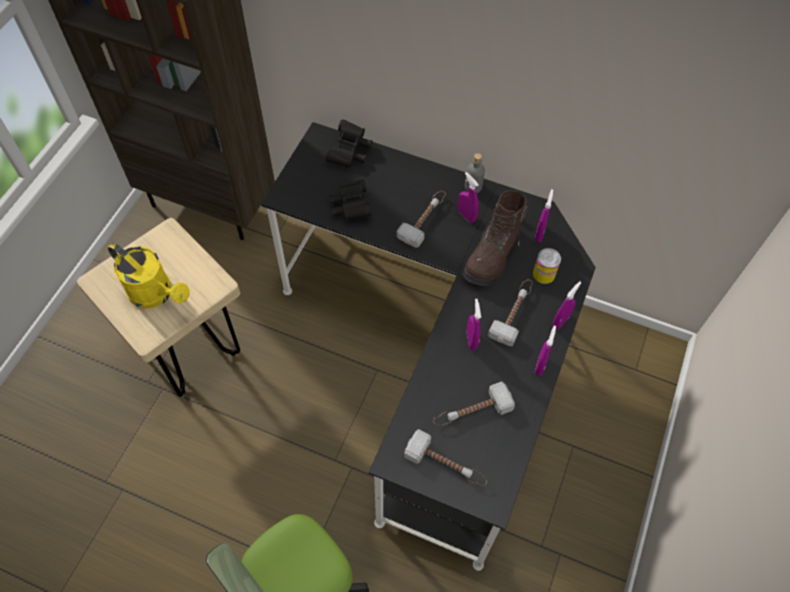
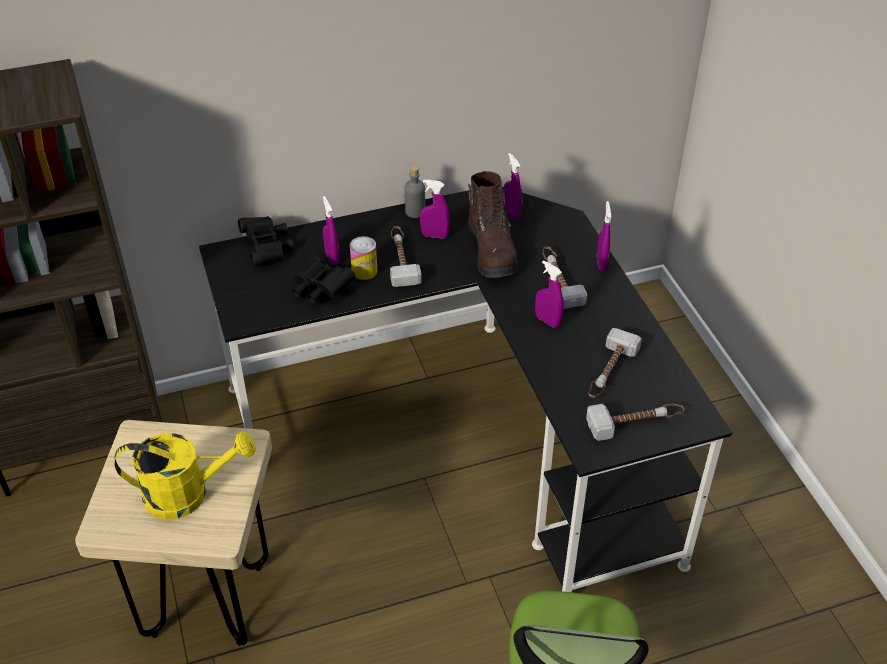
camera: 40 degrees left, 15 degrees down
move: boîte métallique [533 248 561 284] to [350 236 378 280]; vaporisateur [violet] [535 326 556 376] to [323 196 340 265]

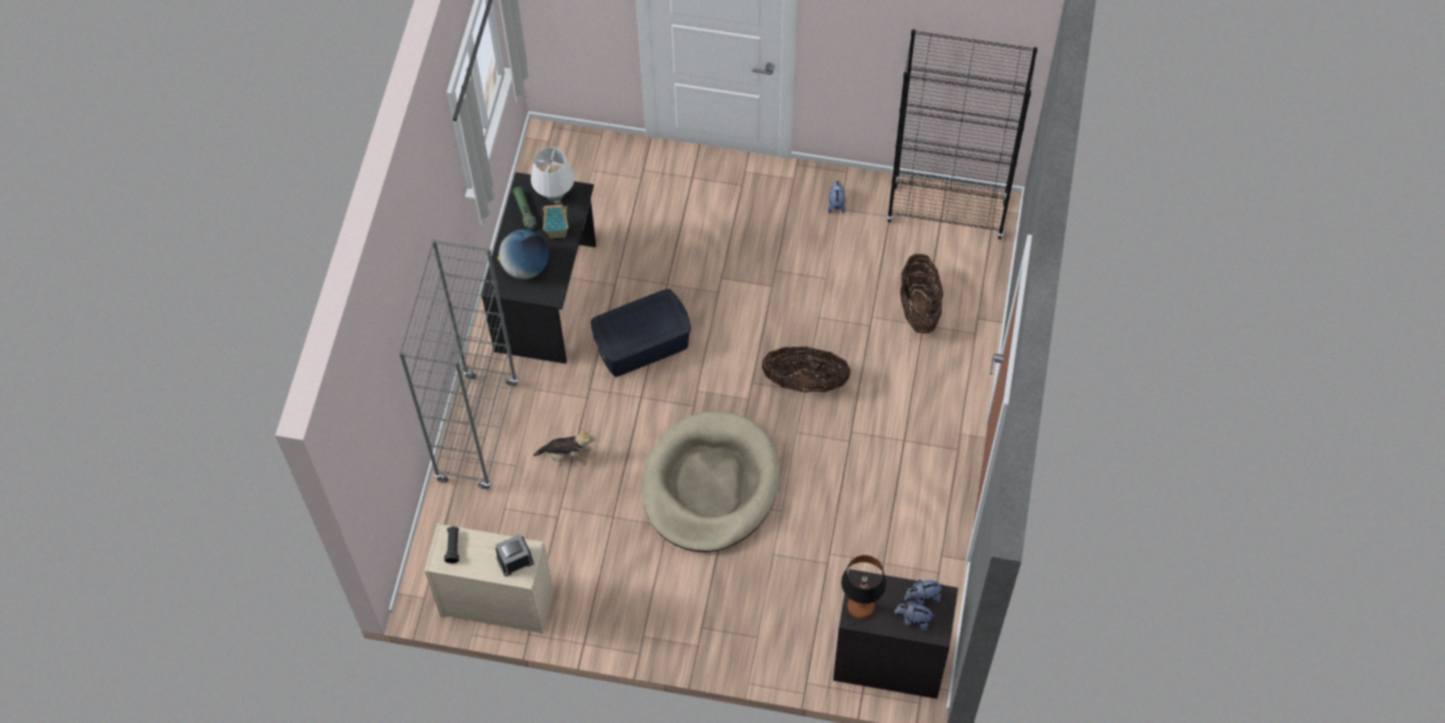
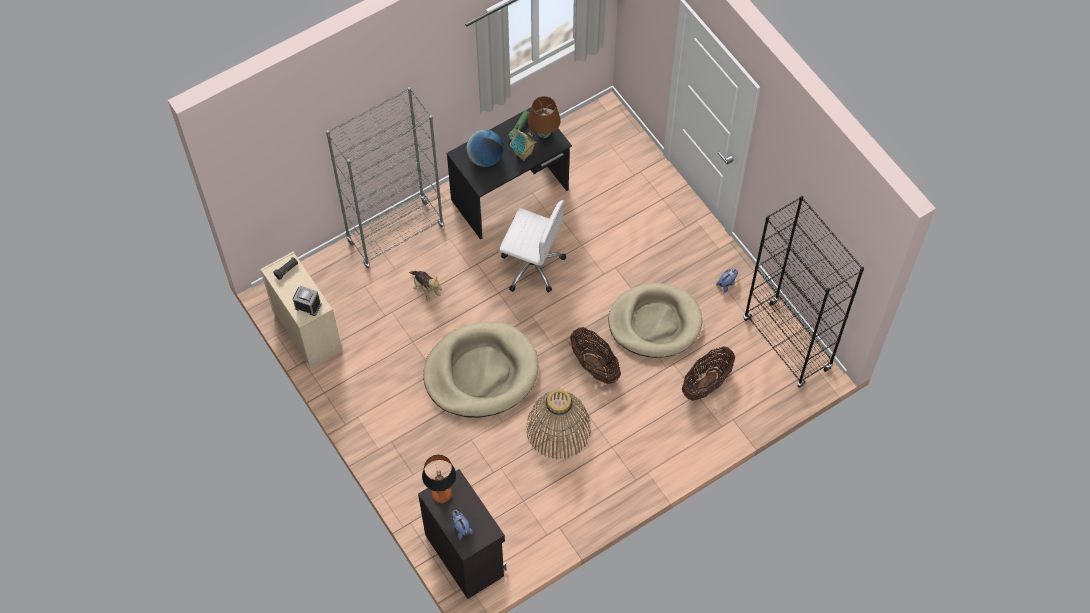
camera: 45 degrees right, 0 degrees up
delete: peluche [904 580 944 605]
insert: panier [526 389 591 459]; panier pour chien [beige] [609 283 703 358]
replace: boîte de rangement [bleu] [591 289 691 377] to chaise de bureau [blanc] [499 200 566 293]
recolor: lampe de table [blanc] [531 147 575 202] to lampe de table [marron] [528 96 561 138]

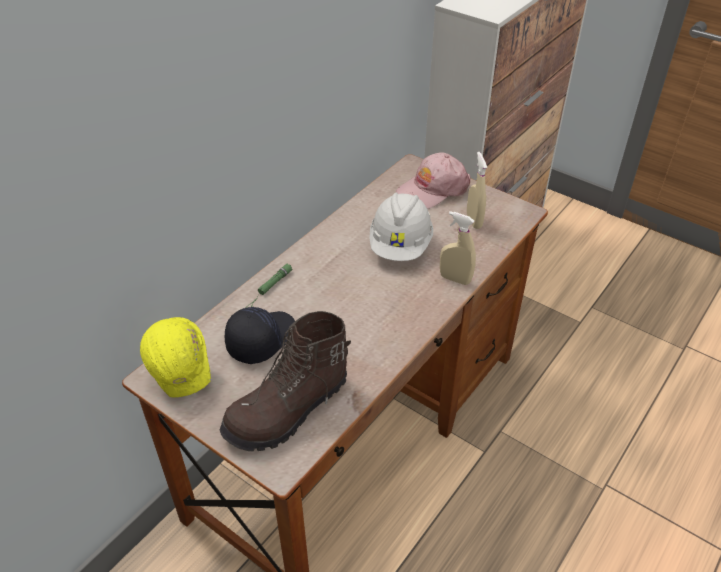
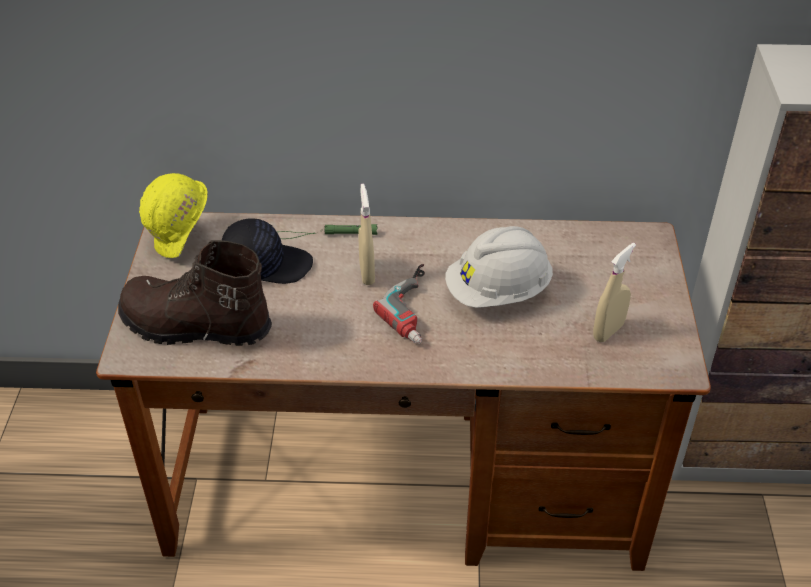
camera: 55 degrees right, 0 degrees up
delete: casquette [rose] [396 152 470 209]
insert: perceuse [373 264 425 344]
move: vaporisateur [beige] [440 211 476 285] to [358 184 375 285]

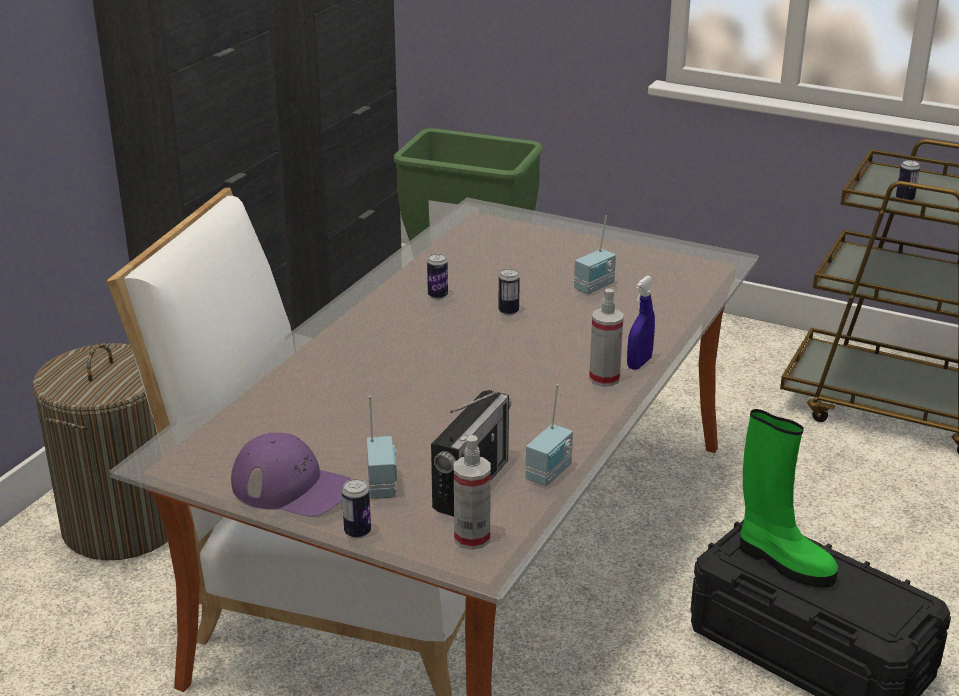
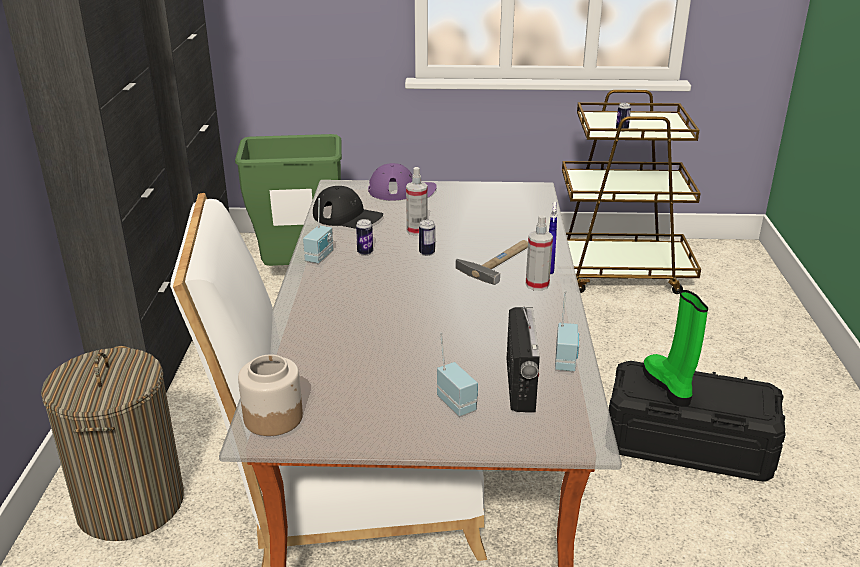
camera: 25 degrees left, 0 degrees up
delete: boîte métallique [342 479 371 538]
insert: bocal [238 354 303 436]; casquette [noir] [313 186 383 229]; marteau [456 240 528 285]
move: casquette [violet] [231 432 351 517] to [368 163 437 201]; vaporisateur [454 435 491 550] to [406 167 428 235]; radio [574 216 616 294] to [303 198 333 263]
rotate: botte [vert] [740 409 838 588] = [643 290 708 407] 120 degrees counterclockwise

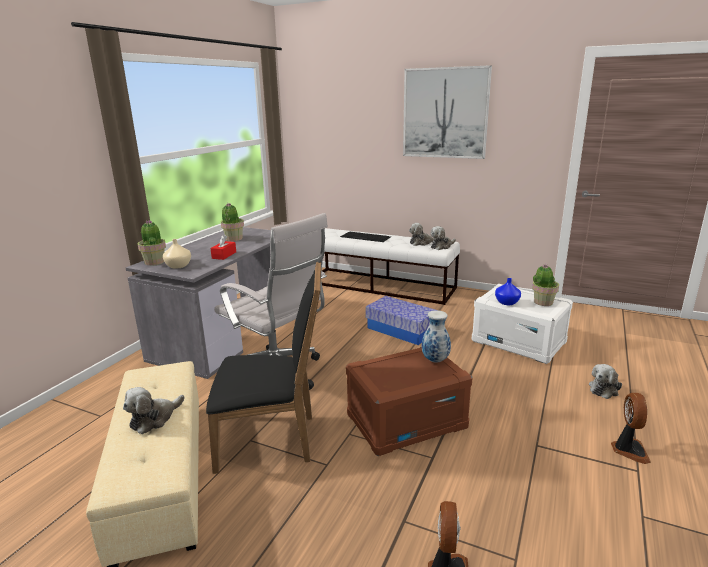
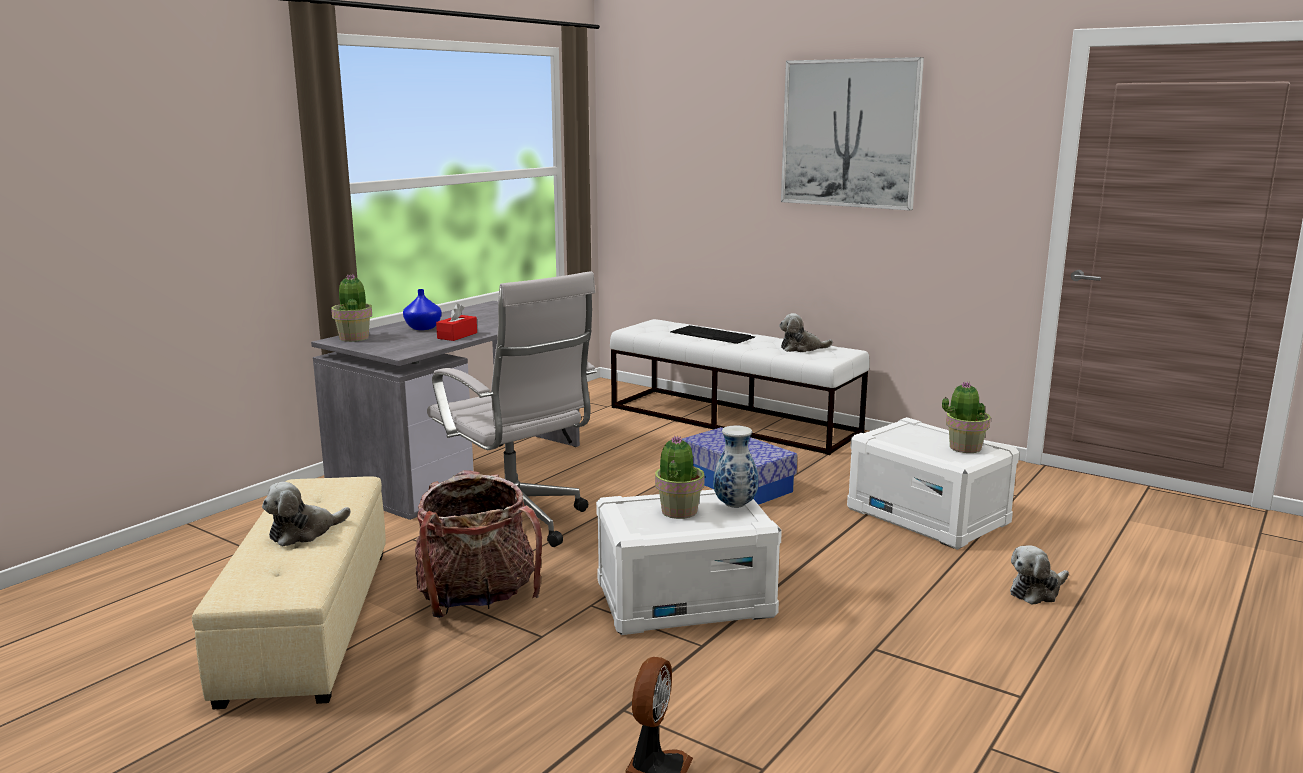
camera: 10 degrees right, 5 degrees down
delete: vase [beige] [163 239 191 269]; peluche [430 226 456 250]; ventilateur [611 393 651 464]
move: plante en pot [221 203 244 241] to [655 435 705 519]; vase [bleu] [495 278 521 305] to [403 289 442 330]
replace: chaise [noir] [206 262 321 474] to sac à dos [415 470 542 618]
recolor: boîte de rangement [marron] [346 346 473 456] to boîte de rangement [blanc] [596 489 782 635]

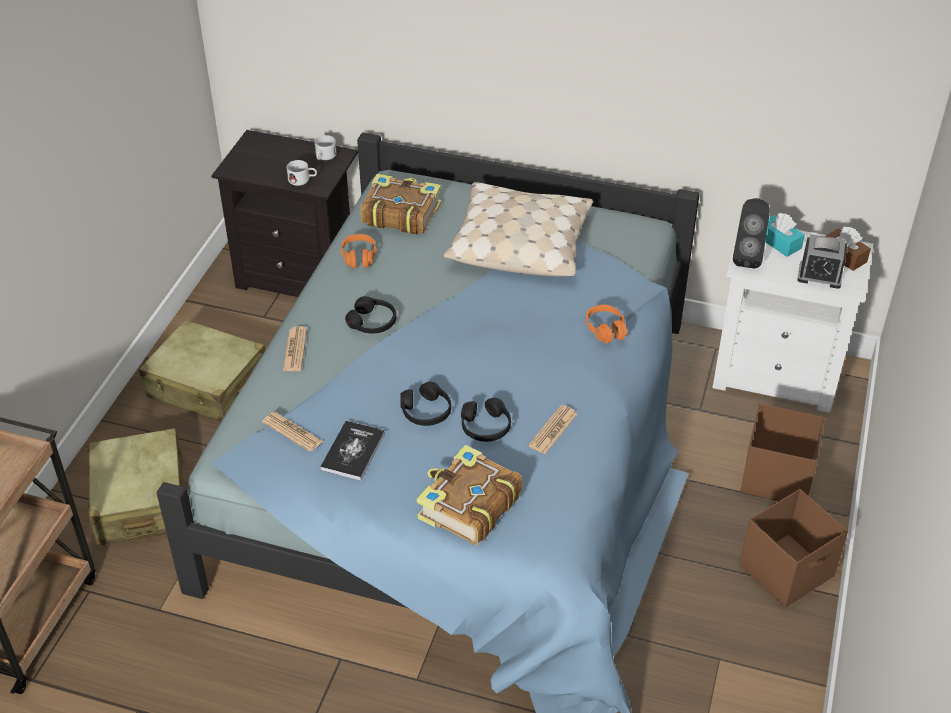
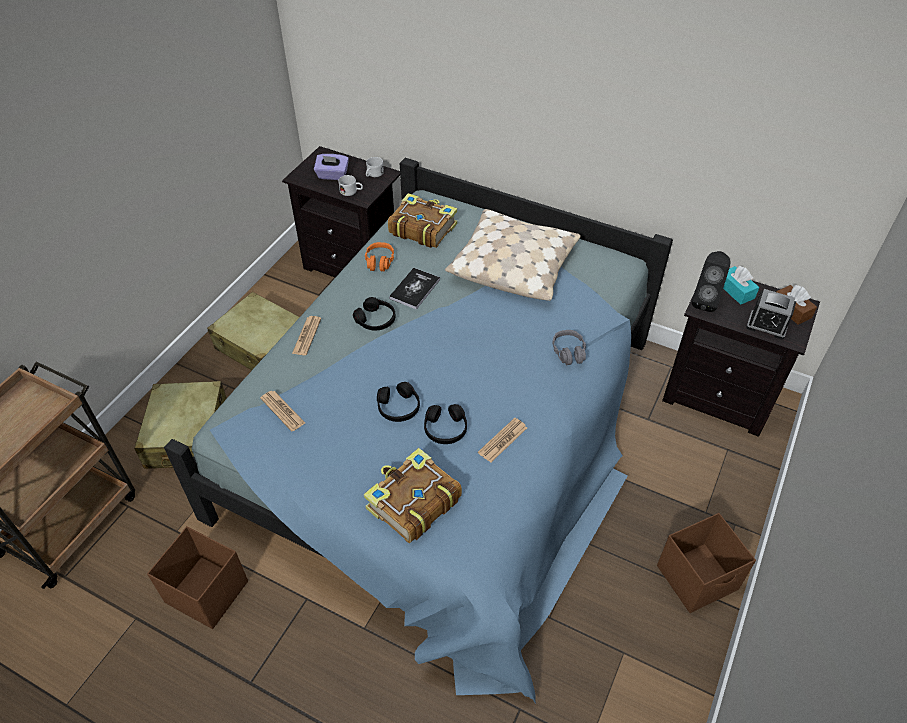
camera: 10 degrees right, 5 degrees up
insert: boîte à mouchoirs [violet] [314 154 349 180]
move: livre [320 421 385 480] to [389 268 440 310]; boîte de rangement [marron] [740 403 825 501] to [147 526 248 629]
recolor: casque audio [orange] [586 304 627 344] to casque audio [gris] [552 330 586 365]; table de chevet [blanc] [712 230 873 413] to table de chevet [noir] [662 281 820 437]

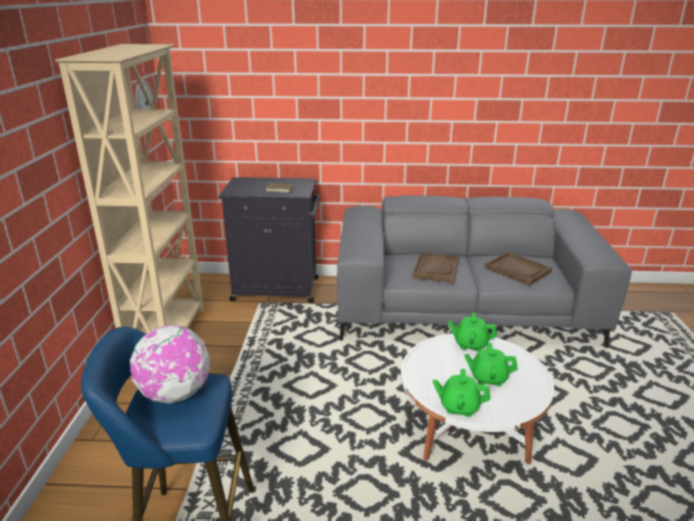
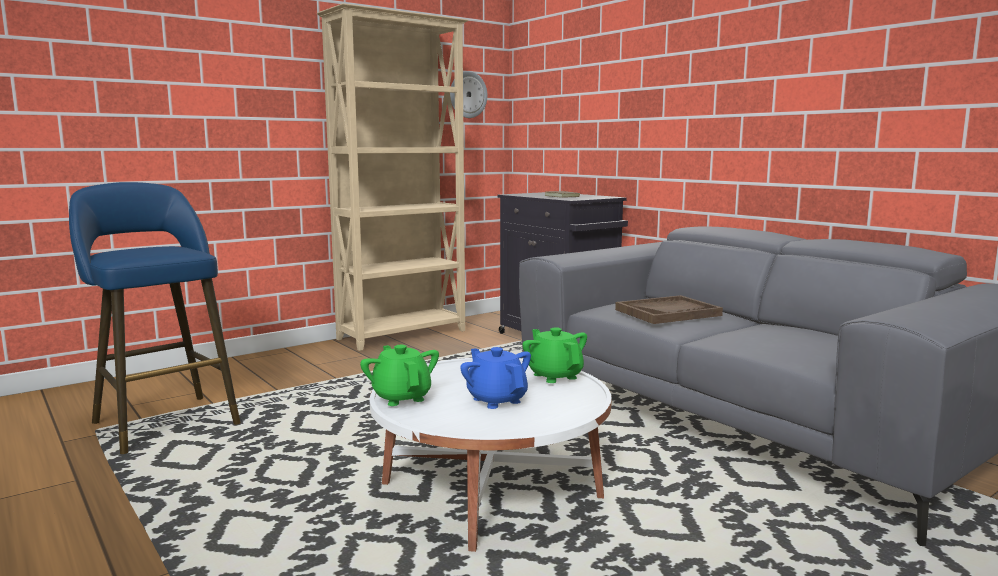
camera: 50 degrees right, 15 degrees down
delete: globe [130 325 210 404]; plateau [marron] [484 252 552 286]
recolor: théière [vert] [464 343 518 386] to théière [bleu] [460 347 531 409]

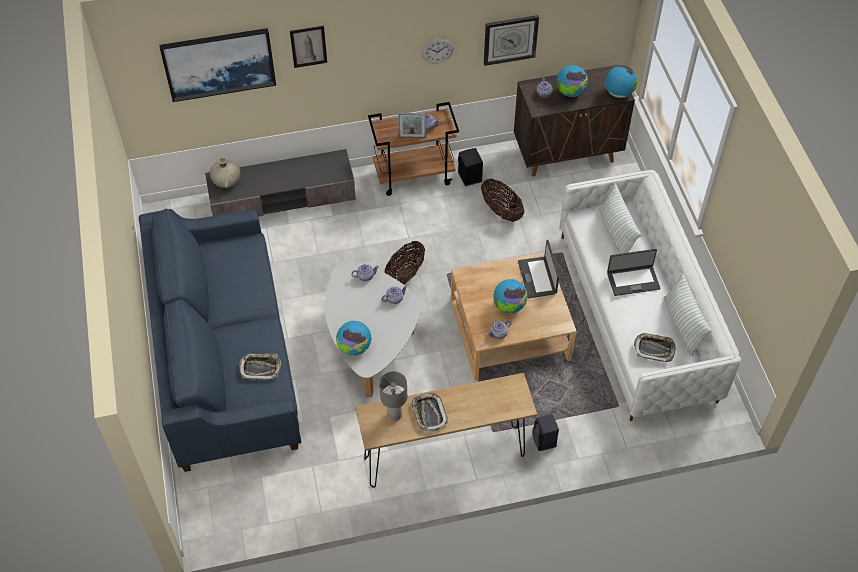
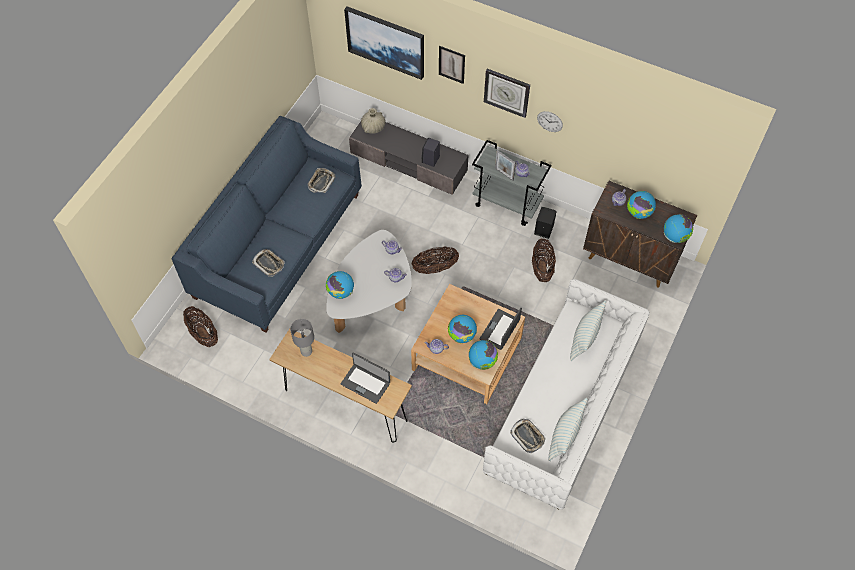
camera: 40 degrees right, 5 degrees up
insert: panier [183 306 218 347]; globe [469 340 498 370]
move: plateau [410 393 448 432] to [307 168 336 193]; horloge murale [484 15 539 66] to [484 69 530 118]; enceinte [noir] [532 414 559 451] to [421 138 440 167]; ordinateur portable [607 249 660 296] to [341 352 390 404]
recolor: chariot [marron] [368 102 459 196] to chariot [gris] [472 140 552 226]

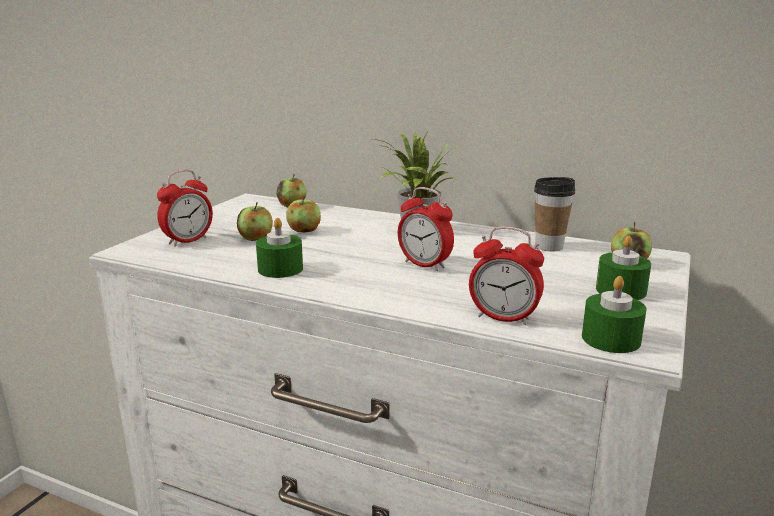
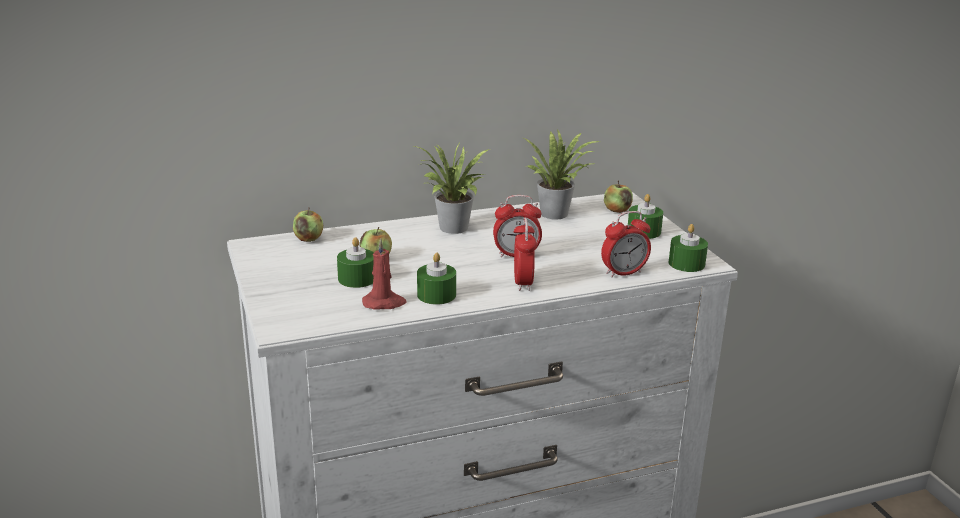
camera: 45 degrees left, 5 degrees up
insert: bougie [rouge] [362 239 407 310]
move: réveil [157 170 213 247] to [513 217 537 291]
replace: pomme [237 202 273 241] to bougie [vert] [337 237 374 288]; tasse [534 177 575 252] to plante en pot [523 128 601 220]

